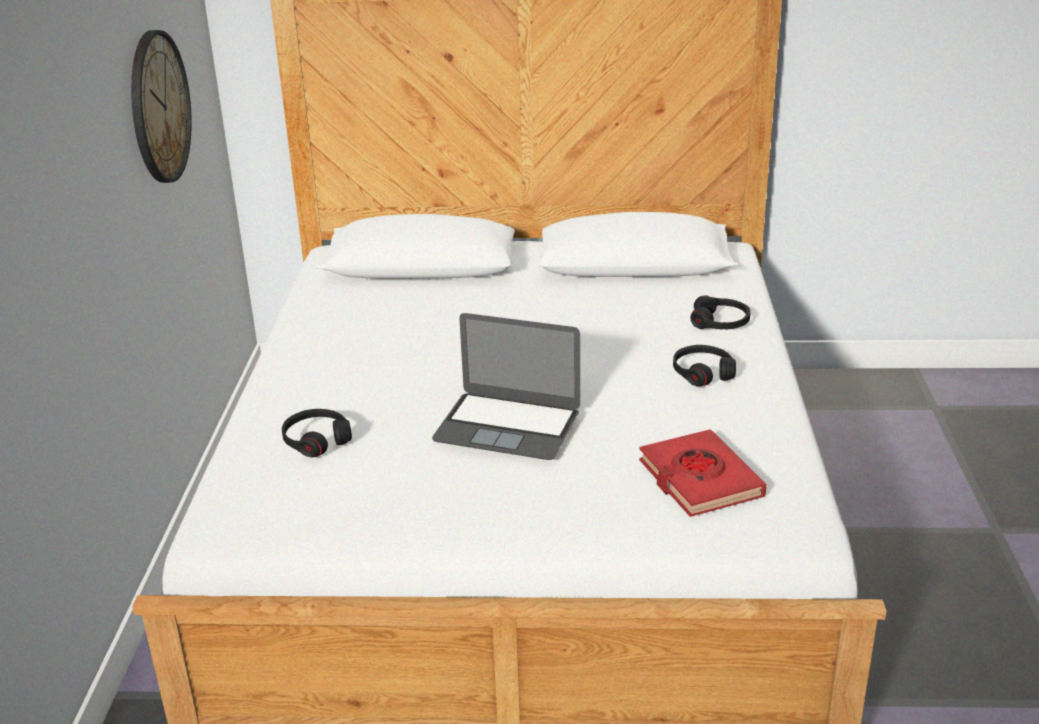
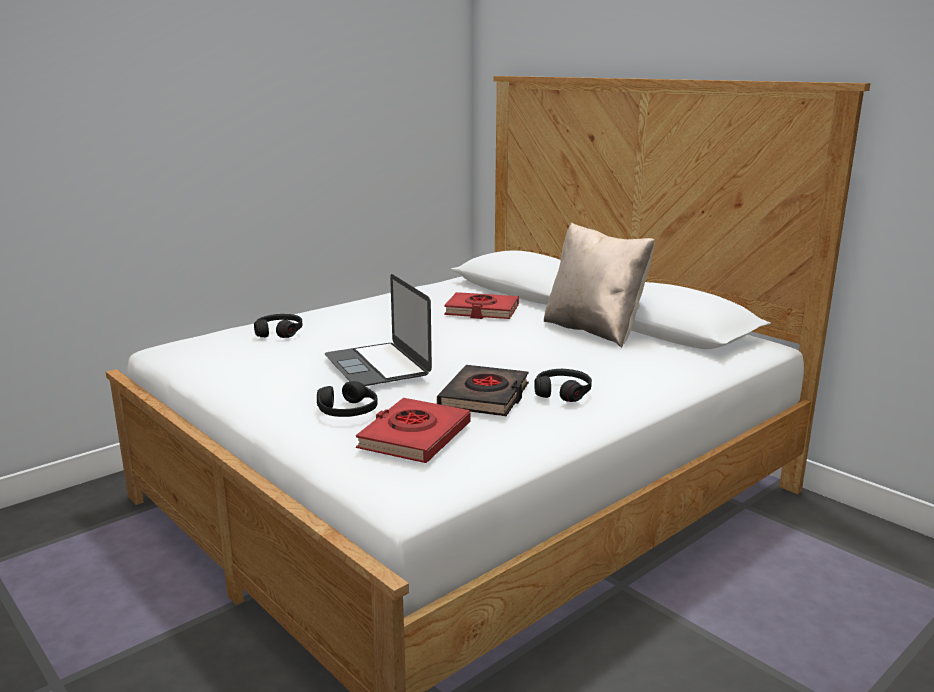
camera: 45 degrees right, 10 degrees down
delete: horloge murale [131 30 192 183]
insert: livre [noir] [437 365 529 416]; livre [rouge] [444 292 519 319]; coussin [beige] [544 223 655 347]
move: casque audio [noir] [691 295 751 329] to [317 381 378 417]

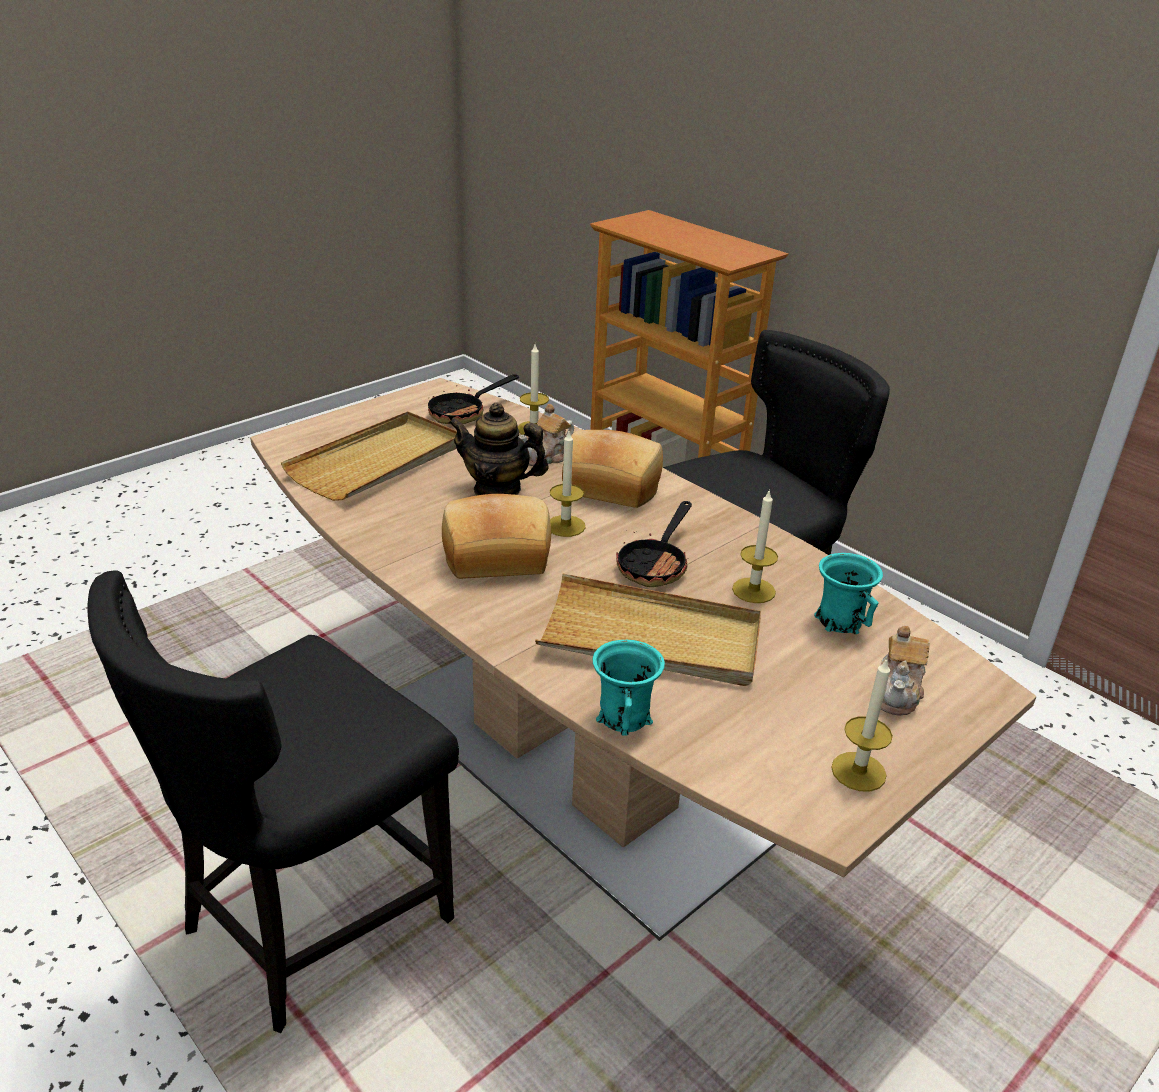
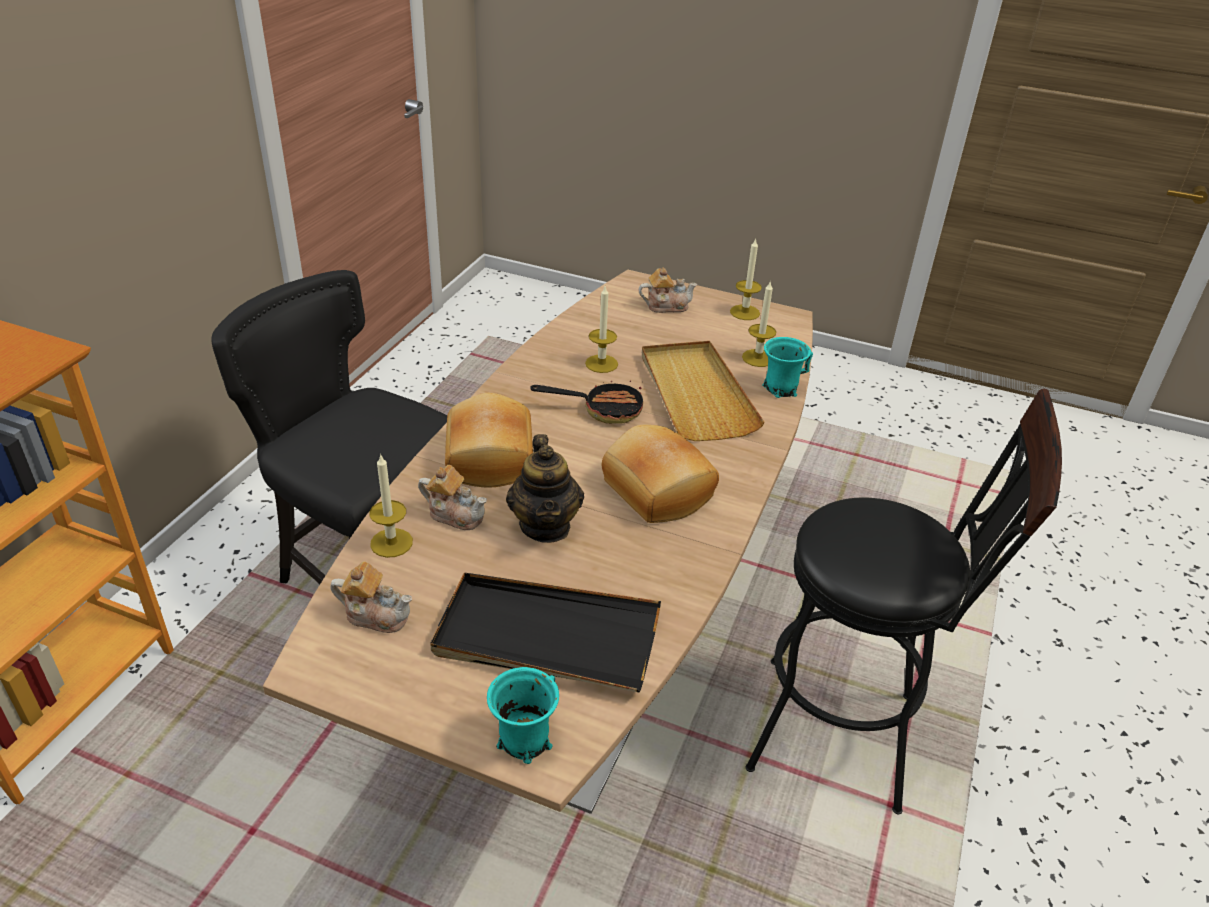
camera: 115 degrees left, 5 degrees up
move: bougie [550 431 586 537] to [742 282 776 367]; mug [turquoise] [814 553 883 634] to [487 667 559 764]
replace: chaise [noir] [88 570 459 1033] to tabouret [noir] [745 389 1062 814]; poêle [428 374 519 424] to théière [330 561 412 633]
recolor: plateau [beige] [281 411 457 501] to plateau [noir] [430 573 661 692]

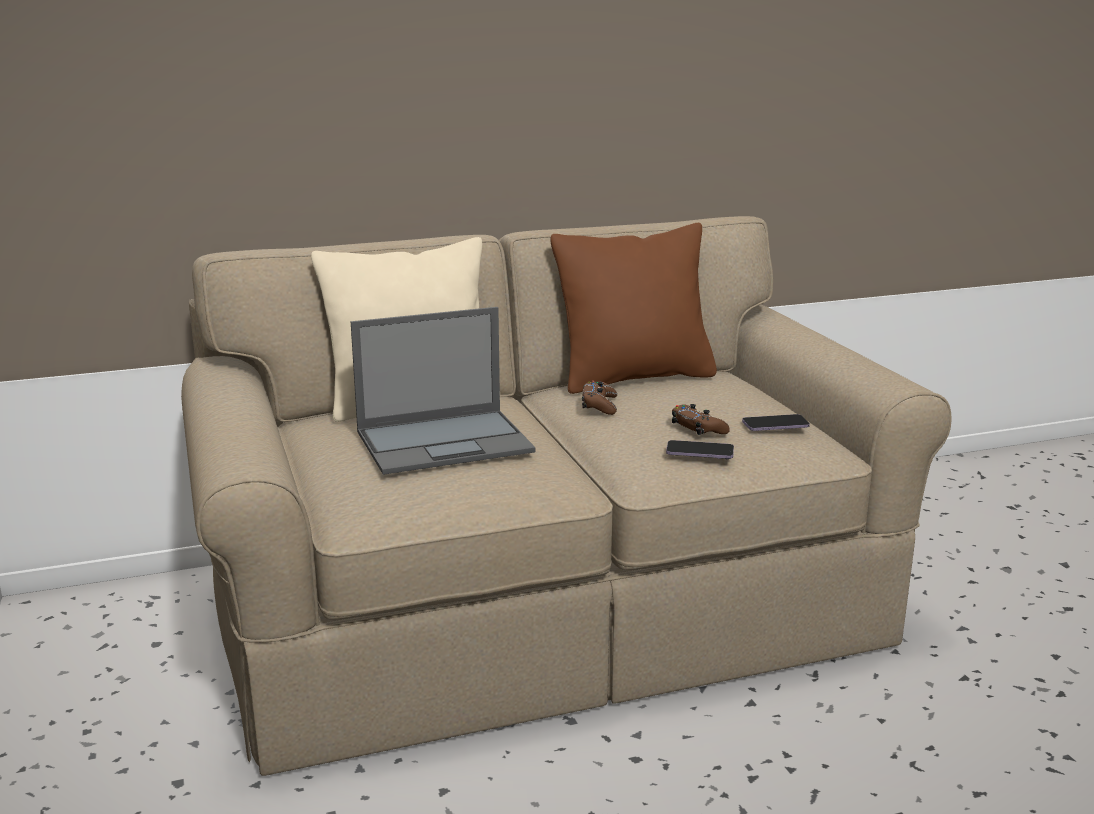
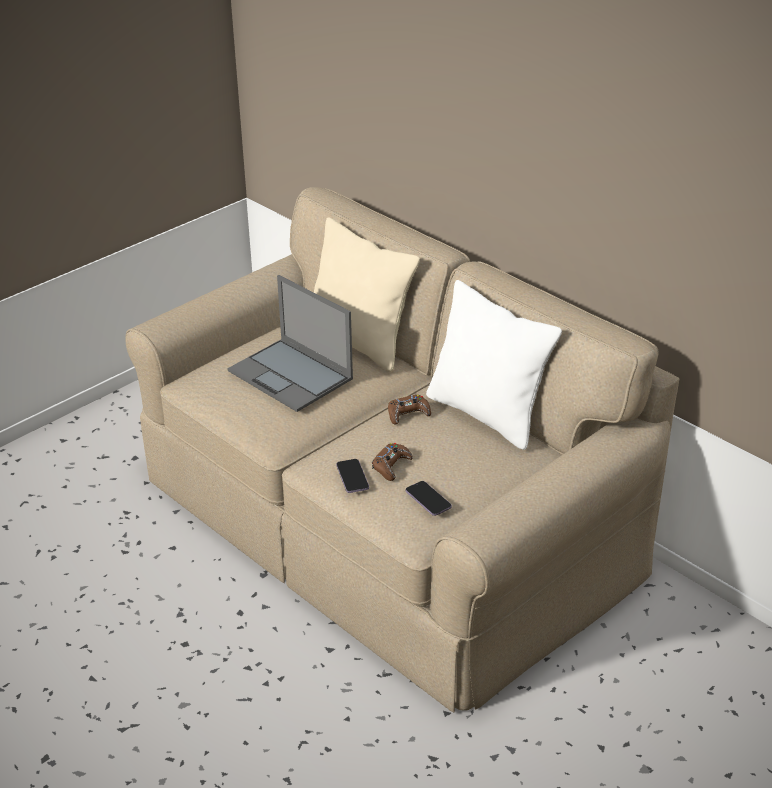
camera: 65 degrees right, 15 degrees up
recolor: coussin [marron] [550 223 717 394] to coussin [blanc] [426 280 562 450]

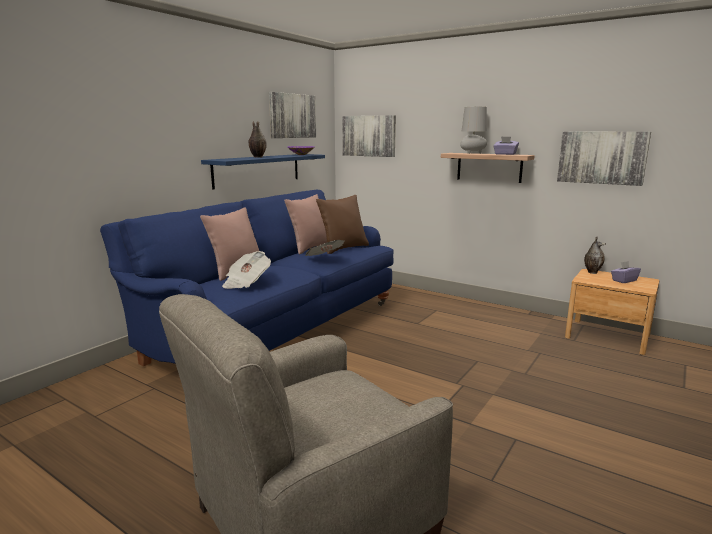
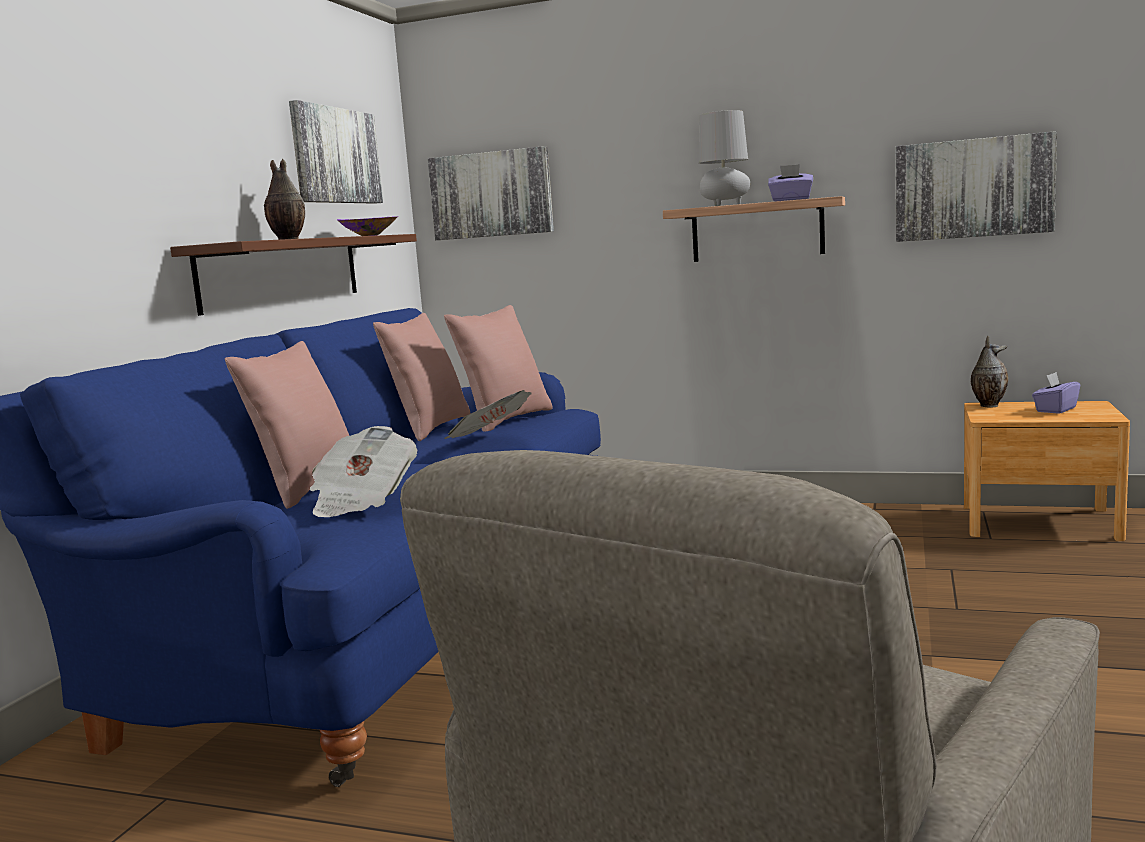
camera: 15 degrees left, 5 degrees down
recolor: étagère [bleu] [201 154 325 189] to étagère [marron] [170 234 417 316]; coussin [marron] [316 195 369 254] to coussin [rose] [444 305 552 432]

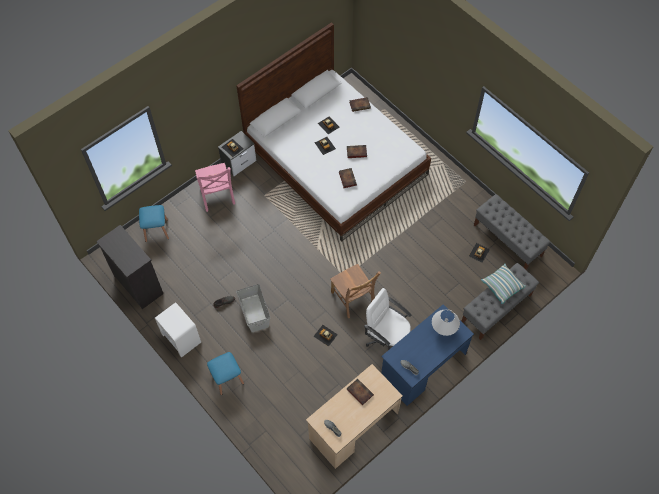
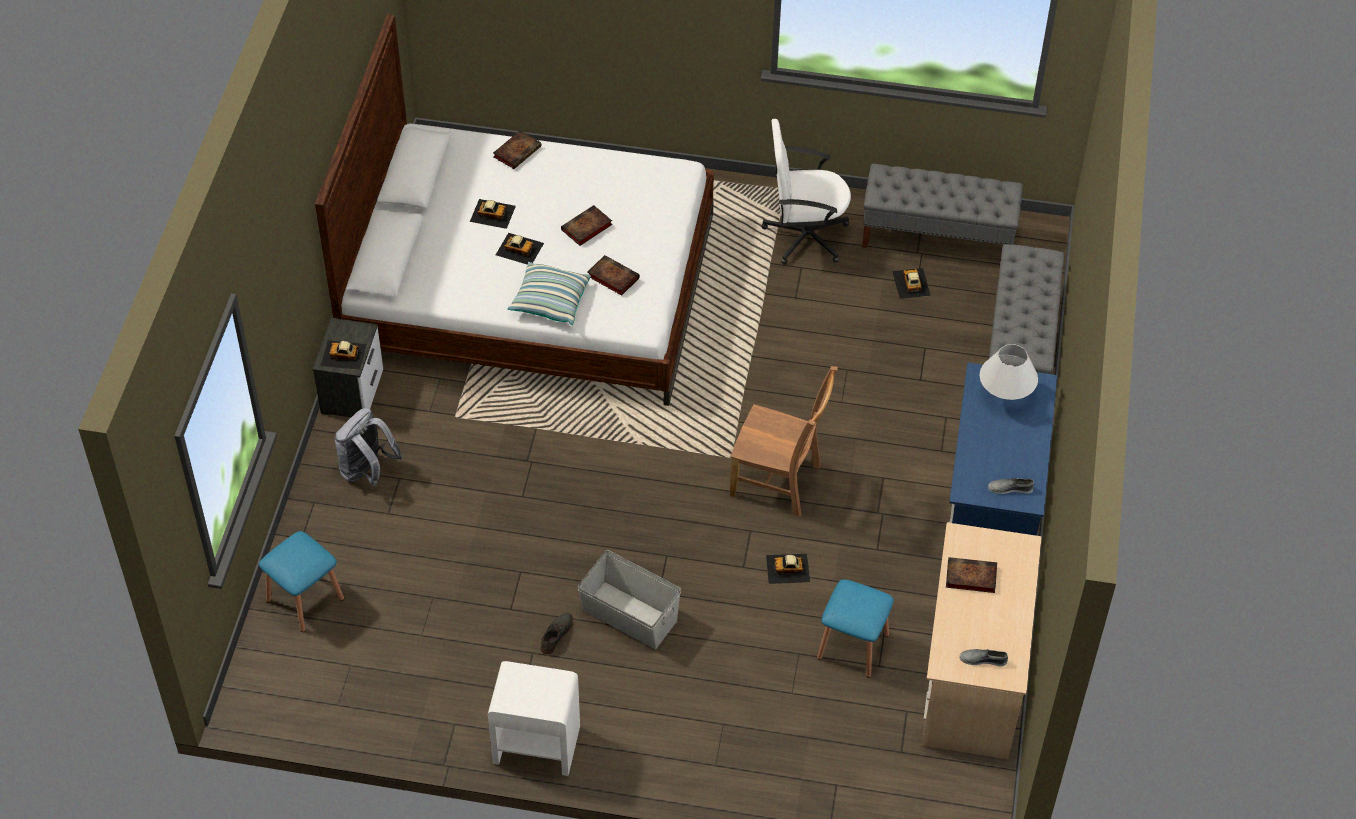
camera: 40 degrees left, 10 degrees down
delete: commode [noir] [96 225 164 309]
move: tabouret [bleu] [207 352 244 395] to [817 579 894 678]; chaise de bureau [blanc] [364 288 411 350] to [761 119 851 265]; coussin [481 264 526 304] to [508 262 591 325]
replace: chaise [rose] [195 163 235 212] to sac à dos [gris] [335 408 403 486]

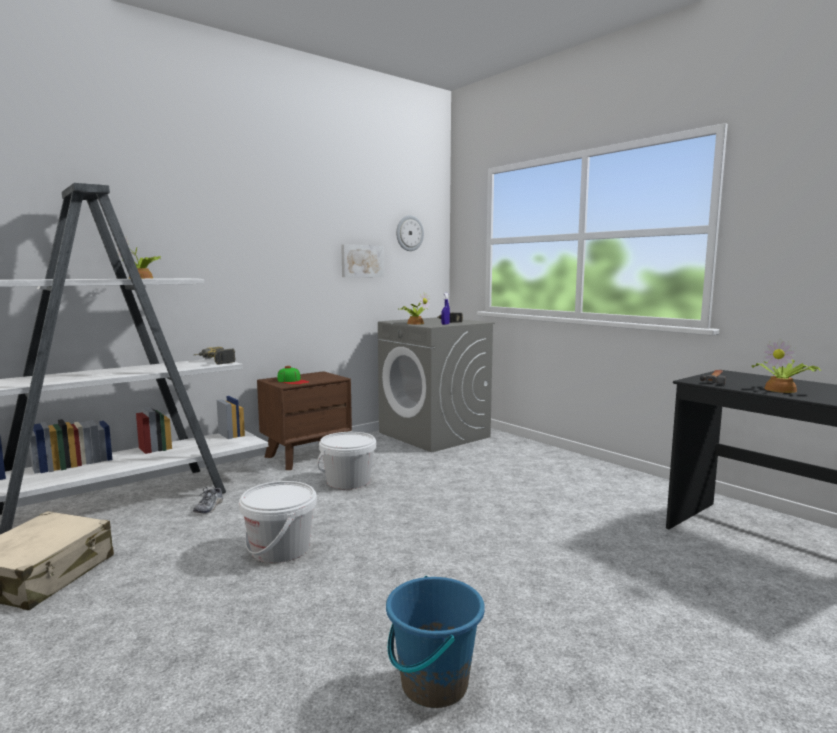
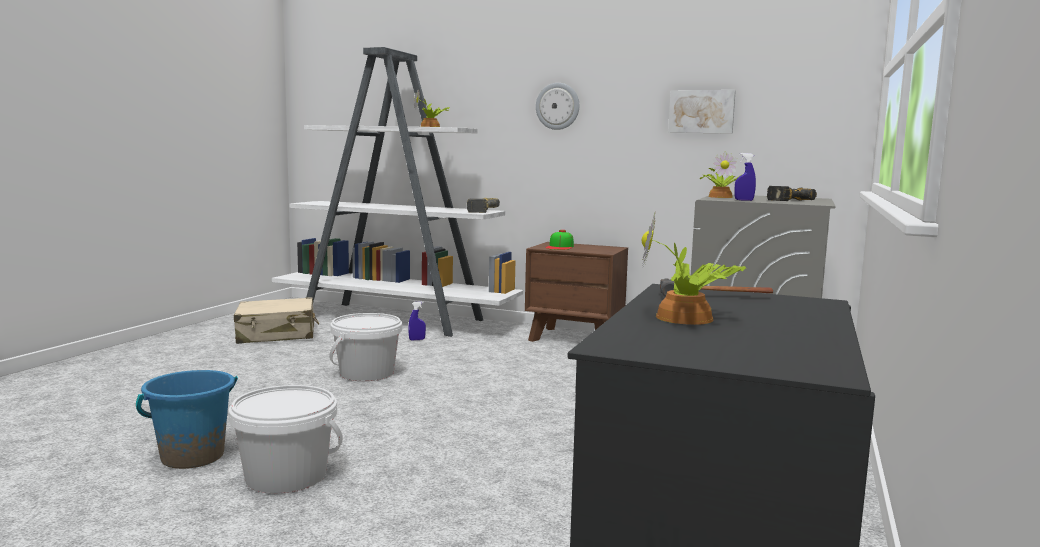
camera: 60 degrees right, 0 degrees up
move: seau [blanc] [317 432 376 489] to [229 385 343 494]; horloge murale [396 215 424 251] to [536 83 579 130]
replace: chaussure [193 486 223 513] to vaporisateur [bleu] [408 301 426 340]

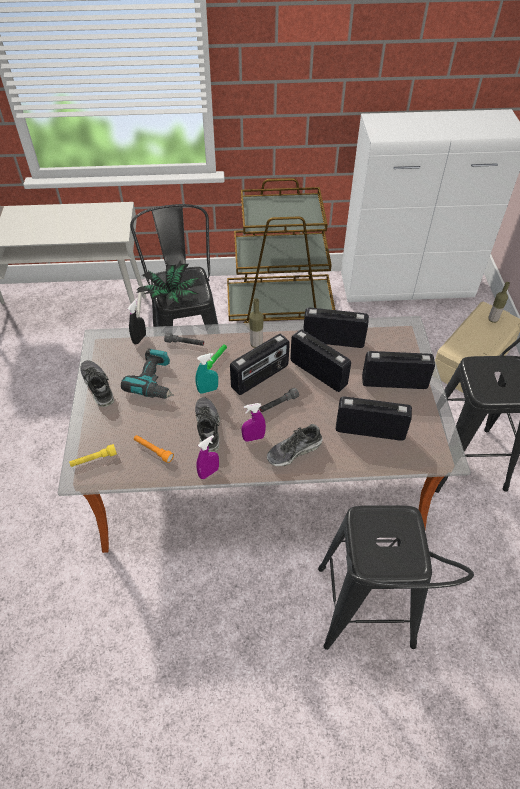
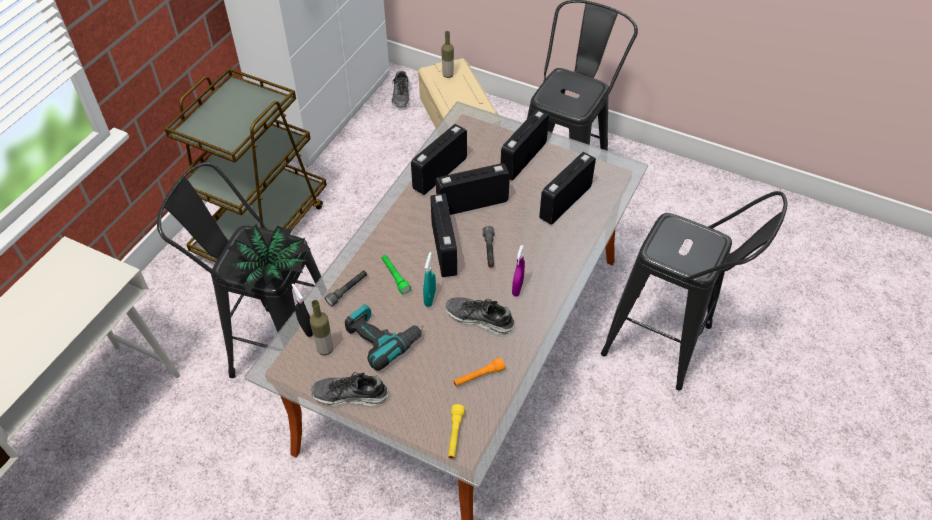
camera: 60 degrees left, 0 degrees up
delete: vaporisateur [violet] [196 435 219 479]
move: bouteille [249 298 264 348] to [310 300 333 355]; chaussure [267 424 323 466] to [392 71 409 107]

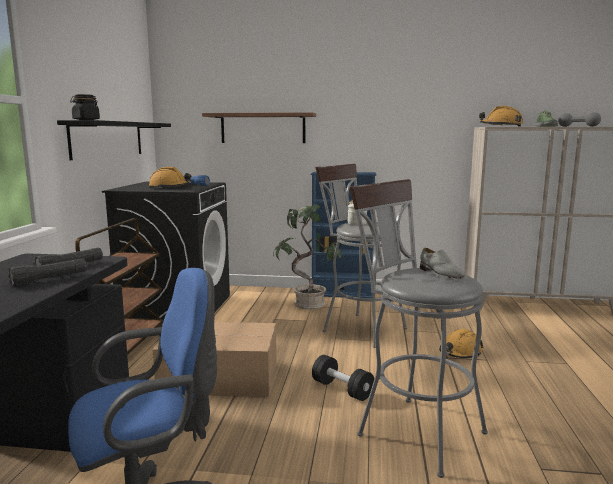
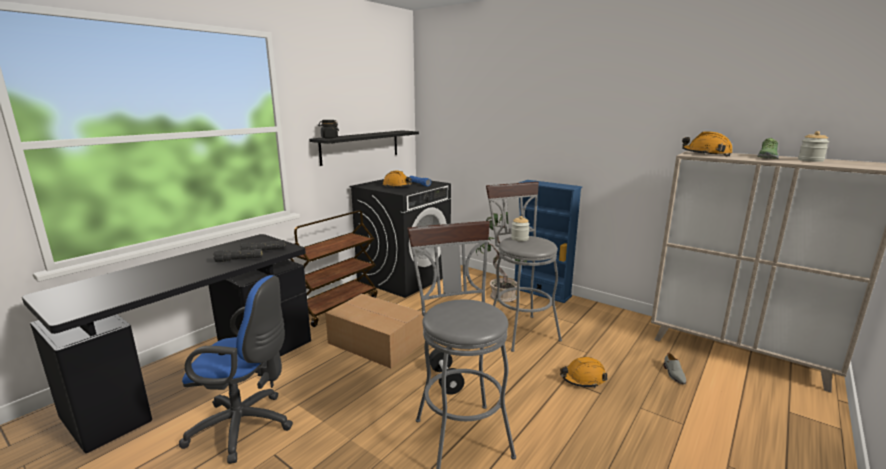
camera: 30 degrees right, 5 degrees up
delete: étagère [202 112 316 143]
move: chaussure [gris] [420 248 465 279] to [664 353 686 385]
replace: haltère [gris] [558 112 601 127] to bocal [798 131 829 162]

